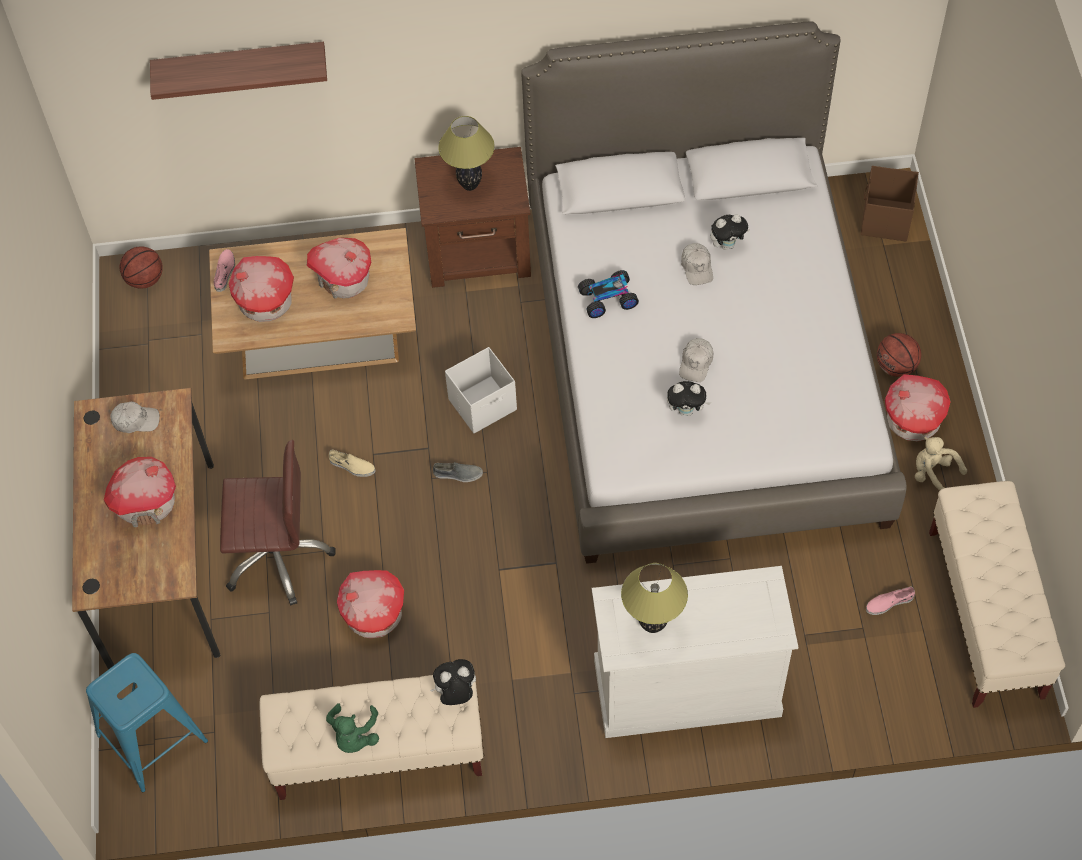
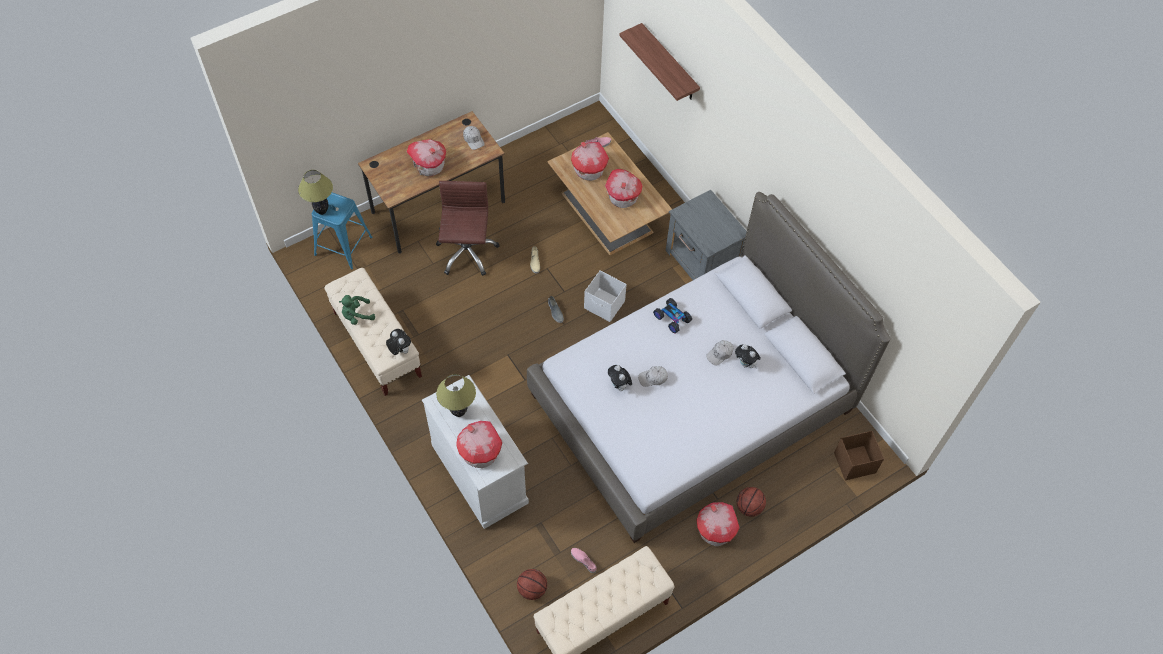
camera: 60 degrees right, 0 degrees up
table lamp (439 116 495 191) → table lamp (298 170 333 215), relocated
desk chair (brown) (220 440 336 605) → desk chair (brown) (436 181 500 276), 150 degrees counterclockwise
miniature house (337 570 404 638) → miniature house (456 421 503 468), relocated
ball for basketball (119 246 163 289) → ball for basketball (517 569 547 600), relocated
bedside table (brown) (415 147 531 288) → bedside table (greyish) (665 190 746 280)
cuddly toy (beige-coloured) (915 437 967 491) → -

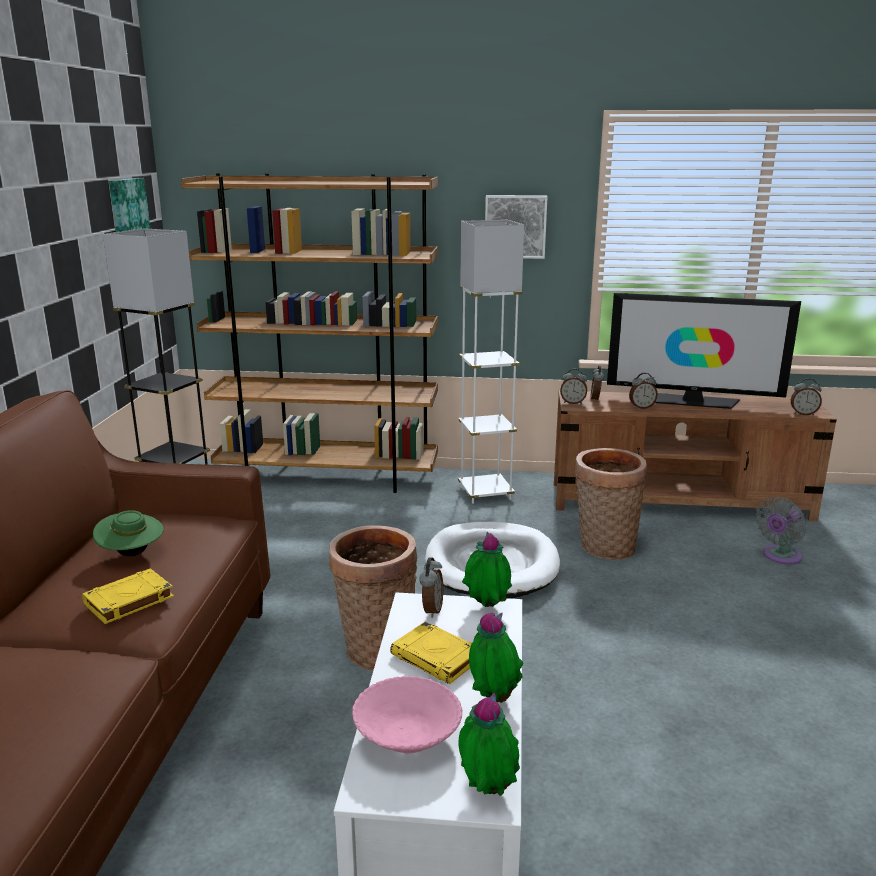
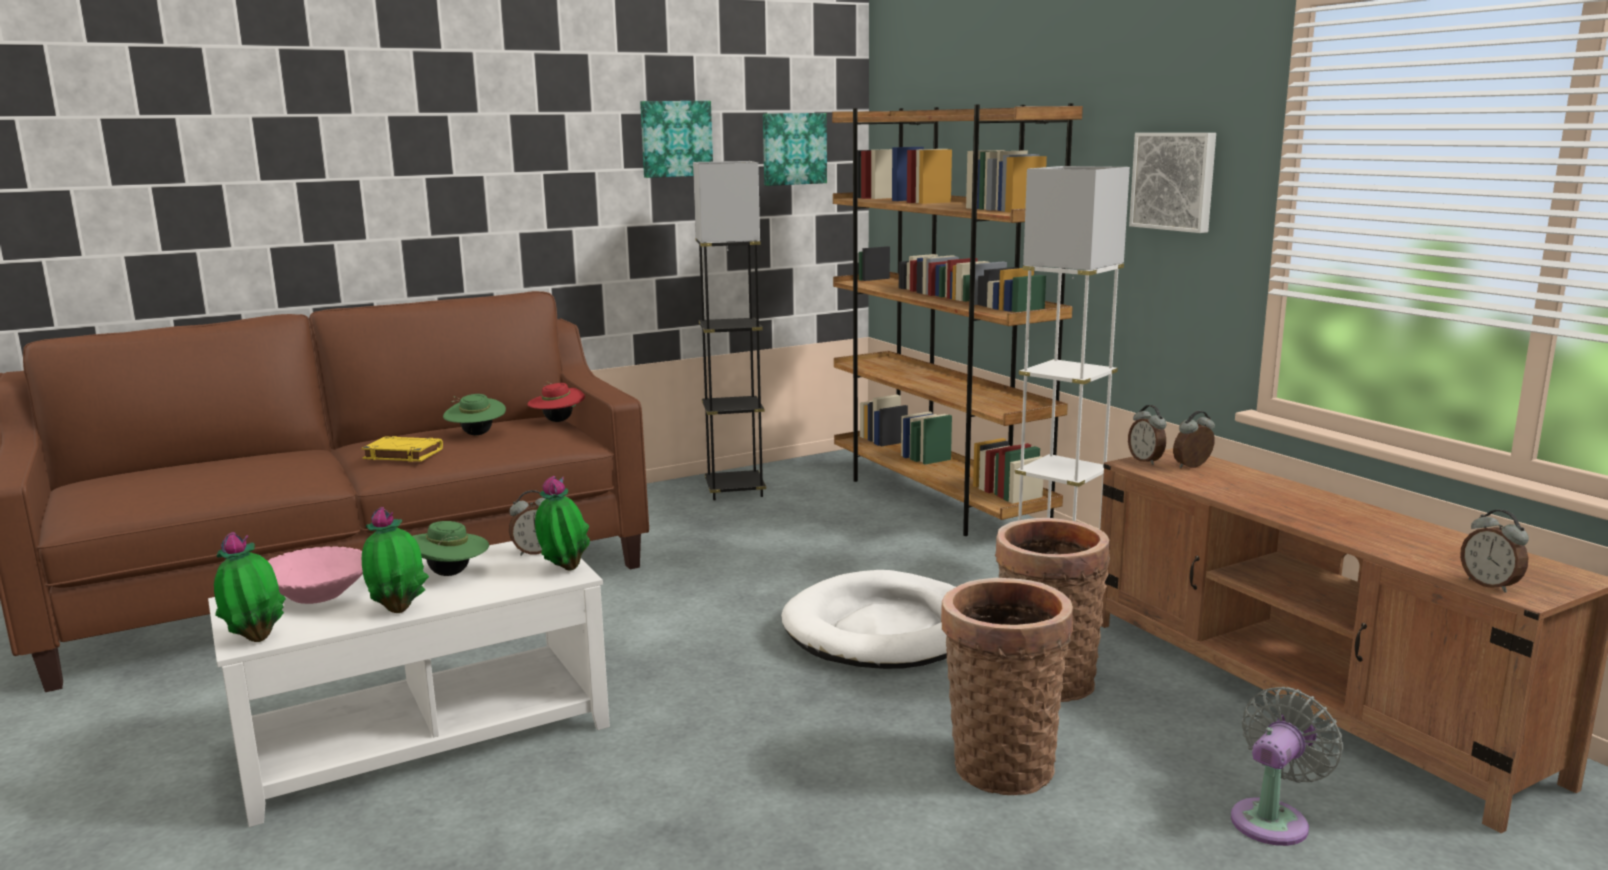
camera: 55 degrees right, 5 degrees down
bound book (yellow-coloured) (390 622 472 684) → wearable hat (greenish) (413 521 489 576)
- → wearable hat (reddish) (528 381 585 422)
- → picture (640 101 713 178)
household basket (329 525 417 671) → household basket (941 578 1073 795), relocated
fan (greyish) (756 497 806 565) → fan (greyish) (1231 687 1343 846), 120 degrees clockwise
TV (607 293 801 409) → -
alarm clock (629 373 658 409) → -

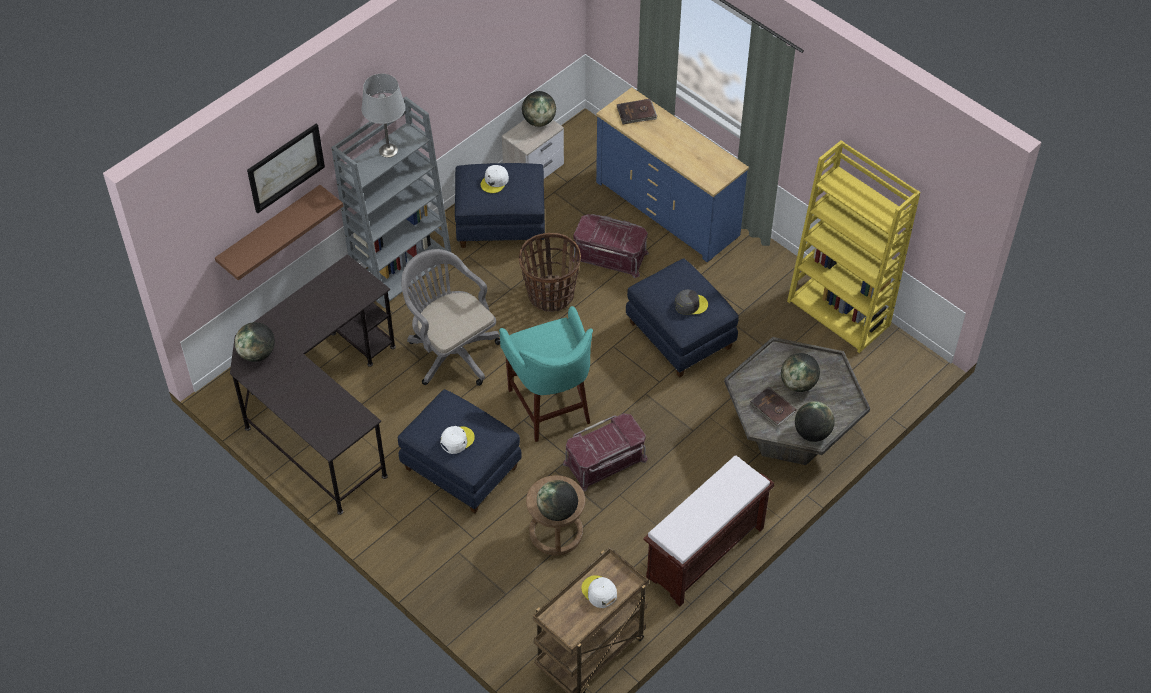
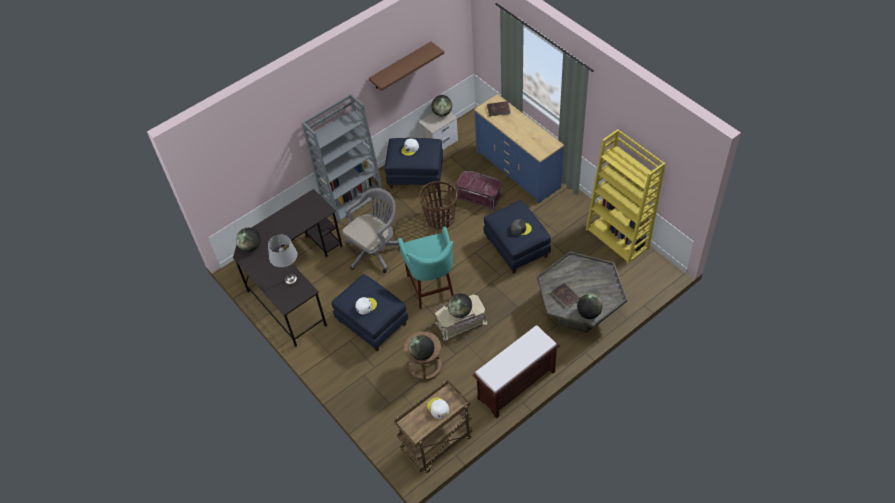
camera: 10 degrees right, 0 degrees up
table lamp (greyish) (361 74 405 158) → table lamp (greyish) (268 235 297 284), relocated
desk chair (greyish) (401 249 500 386) → desk chair (greyish) (342 188 400 273), 75 degrees clockwise
shelf (brown) (215 185 343 281) → shelf (brown) (369 41 444 91), relocated
storage bin (reddish) (563 413 648 491) → storage bin (beige-coloured) (435 294 487 342)
globe (781 353 820 392) → globe (448 293 472 318), relocated
picture (247 124 325 213) → -

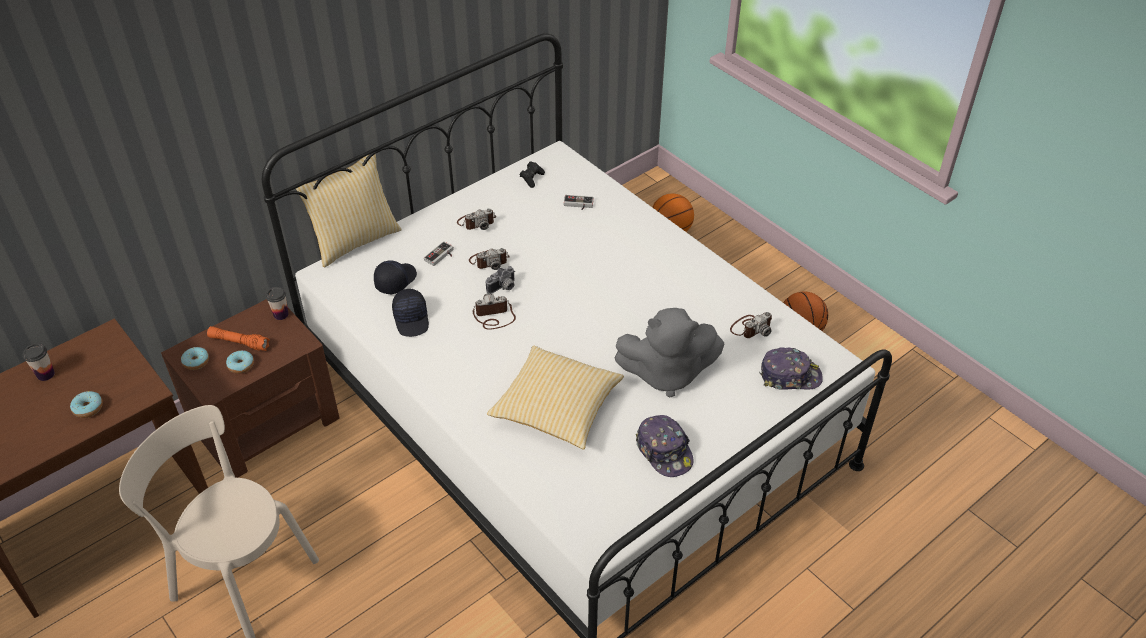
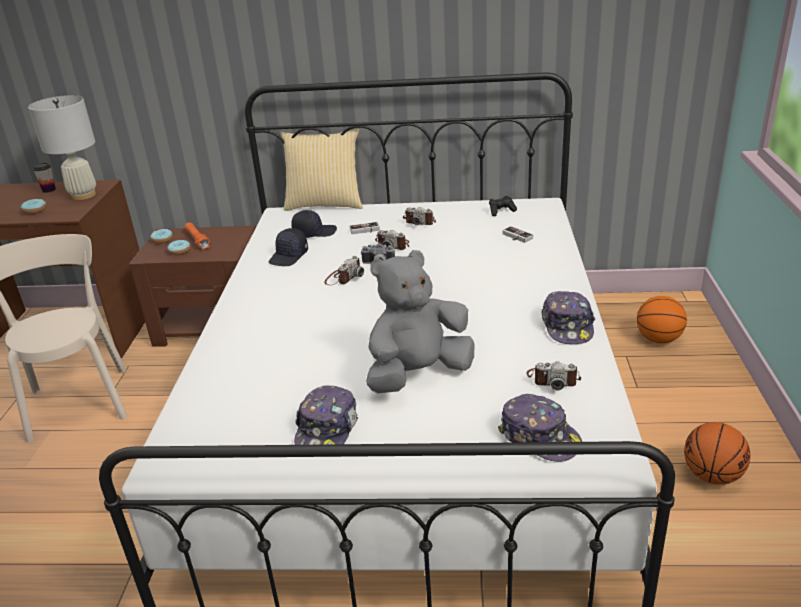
camera: 45 degrees right, 15 degrees down
- → table lamp (whitish) (28 95 96 200)
still camera (473 293 516 330) → still camera (325 256 364 285), 90 degrees clockwise
cuddly toy (greyish) (614 308 724 398) → cuddly toy (greyish) (366 250 474 393), 105 degrees clockwise
- → cap (542 291 595 344)
small cup (266 287 288 320) → -
cushion (487 346 624 450) → -

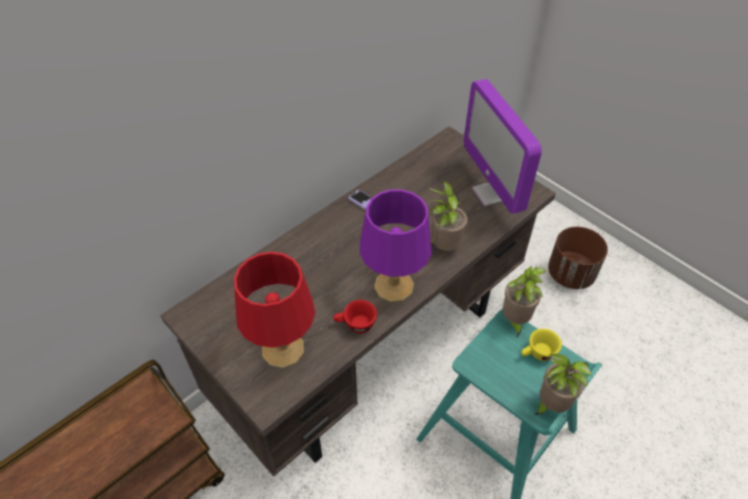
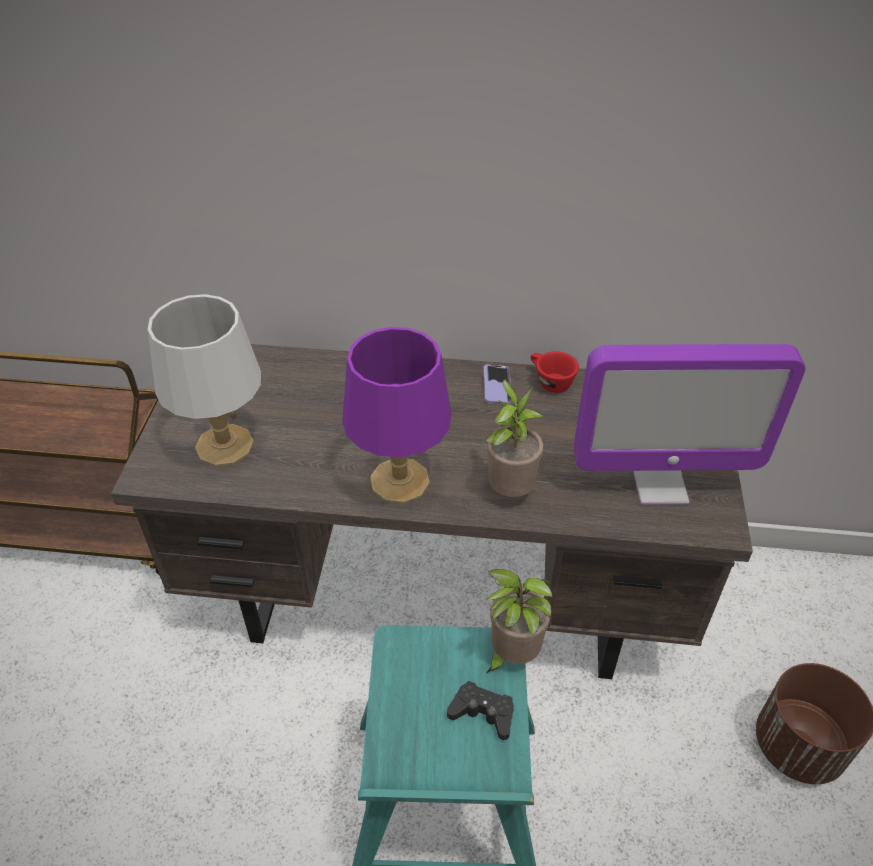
camera: 50 degrees right, 5 degrees down
table lamp (reddish) (234 252 315 368) → table lamp (whitish) (148 294 261 467)
small cup (yellow-coloured) (521 329 562 361) → game controller (blackish) (447 681 514 740)
small cup (reddish) (333 300 377 334) → small cup (reddish) (531 351 579 393), relocated
computer screen (464 79 542 214) → computer screen (574 344 806 505), 120 degrees counterclockwise
potted plant (535 354 591 415) → -

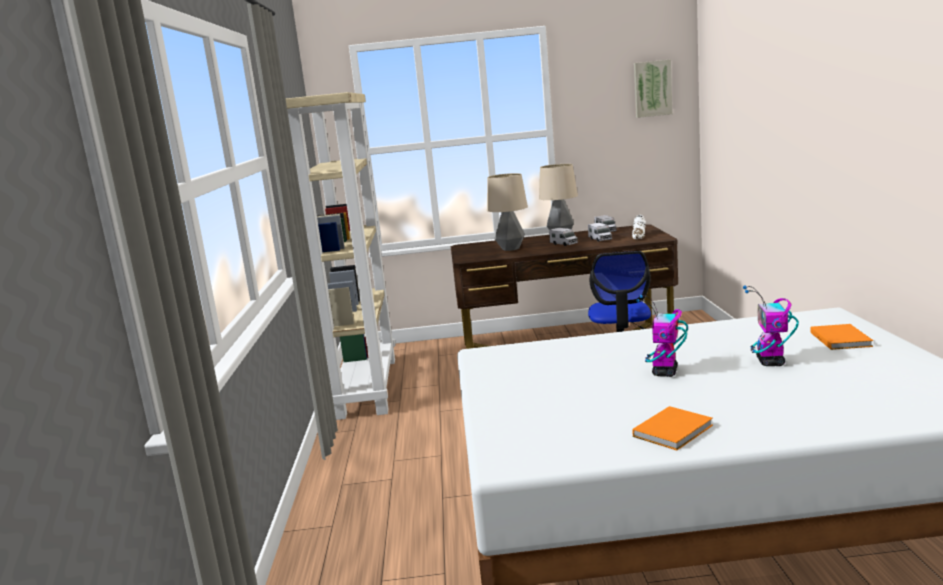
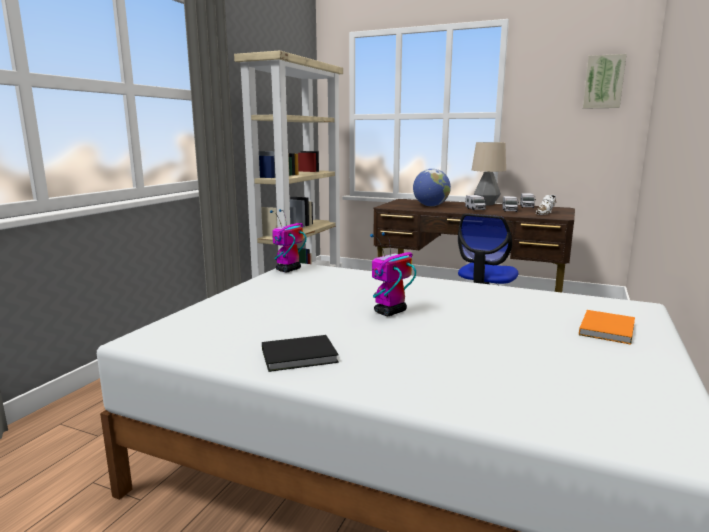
camera: 25 degrees right, 0 degrees up
bound book (orange) (632 406 713 451) → bound book (blackish) (262 335 339 372)
robot figure (743 286 799 366) → robot figure (270 209 306 273), relocated
table lamp (487 173 528 251) → globe (413 169 451 206)

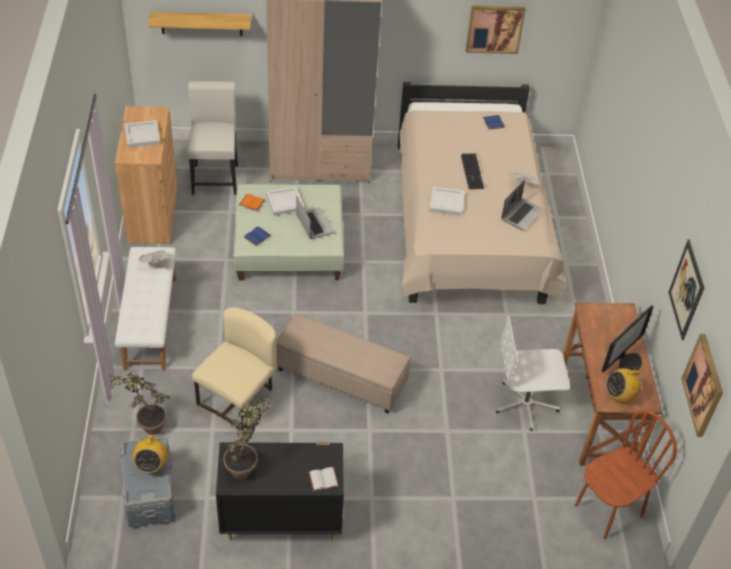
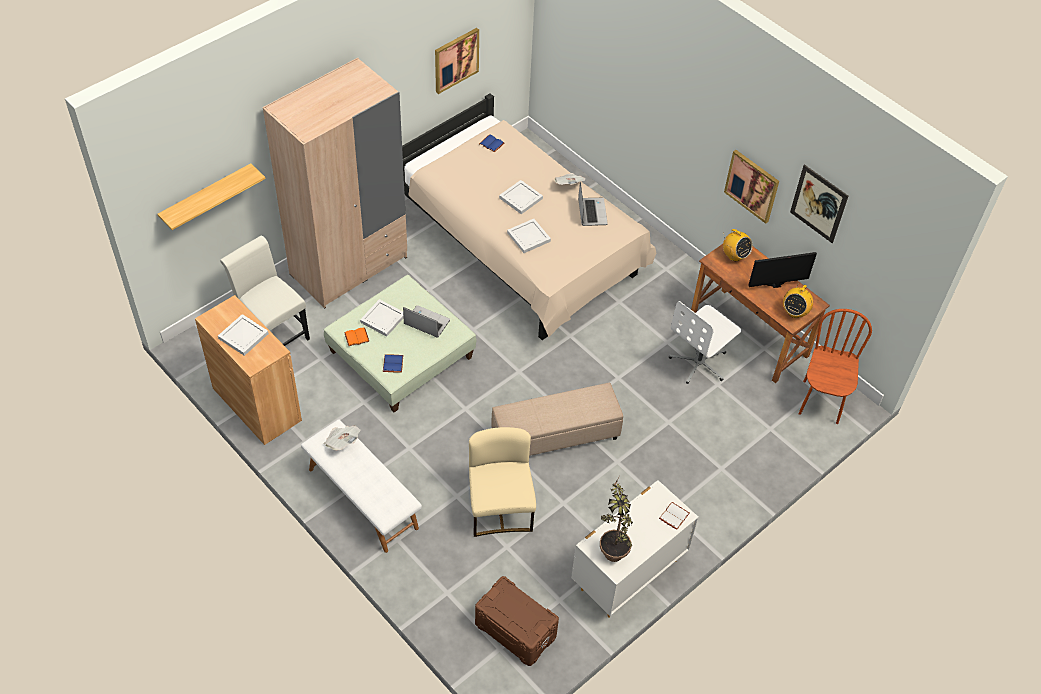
camera: 40 degrees left, 5 degrees up
storage bin (greyish) (121 437 176 528) → storage bin (brown) (475 576 559 666)
computer keyboard (461 153 484 189) → serving tray (whitish) (499 180 543 214)
drawer chest (blackish) (216 442 344 541) → drawer chest (whitish) (571 480 698 618)
radio set (132 435 168 473) → radio set (723 229 753 261), relocated
picture (681 334 723 437) → picture (724 150 779 224), relocated
computer screen (602 305 654 373) → computer screen (748 252 817 288), 105 degrees counterclockwise
potted plant (108 372 169 435) → -

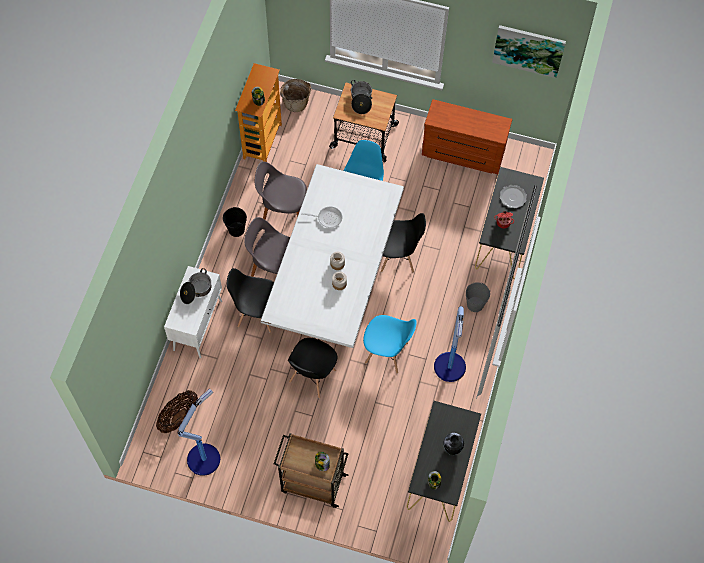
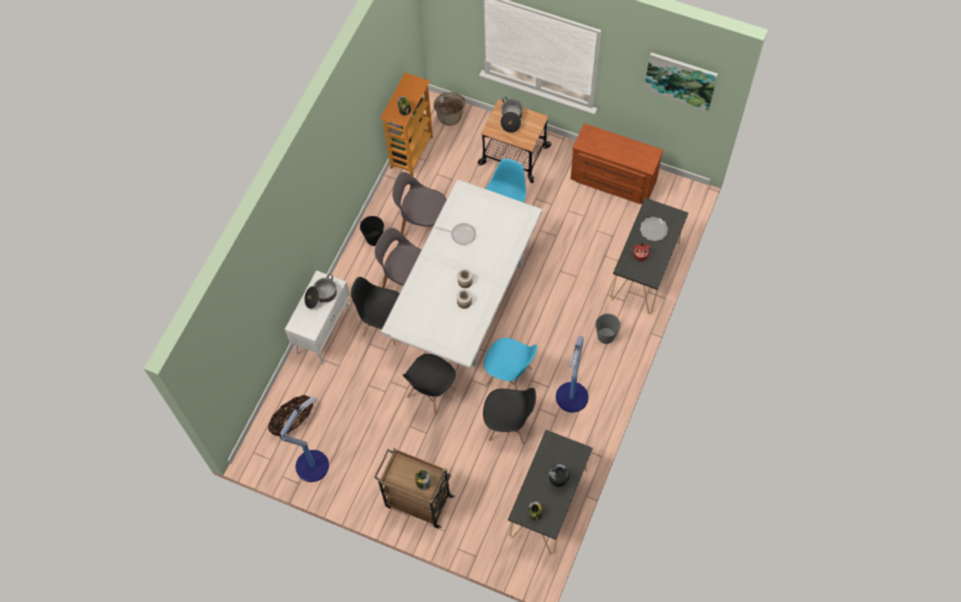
camera: 10 degrees right, 0 degrees up
chair (blackish) (381 213 426 273) → chair (blackish) (483 388 536 445), relocated

